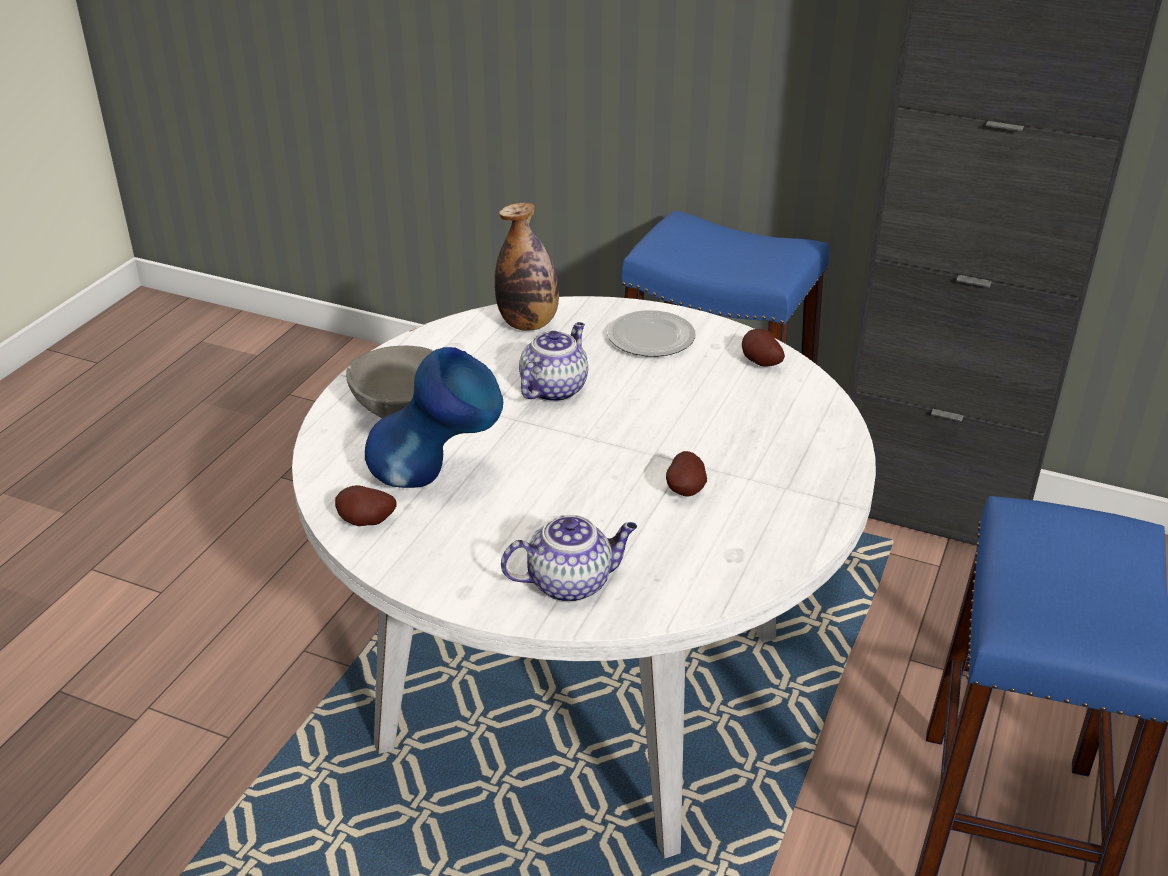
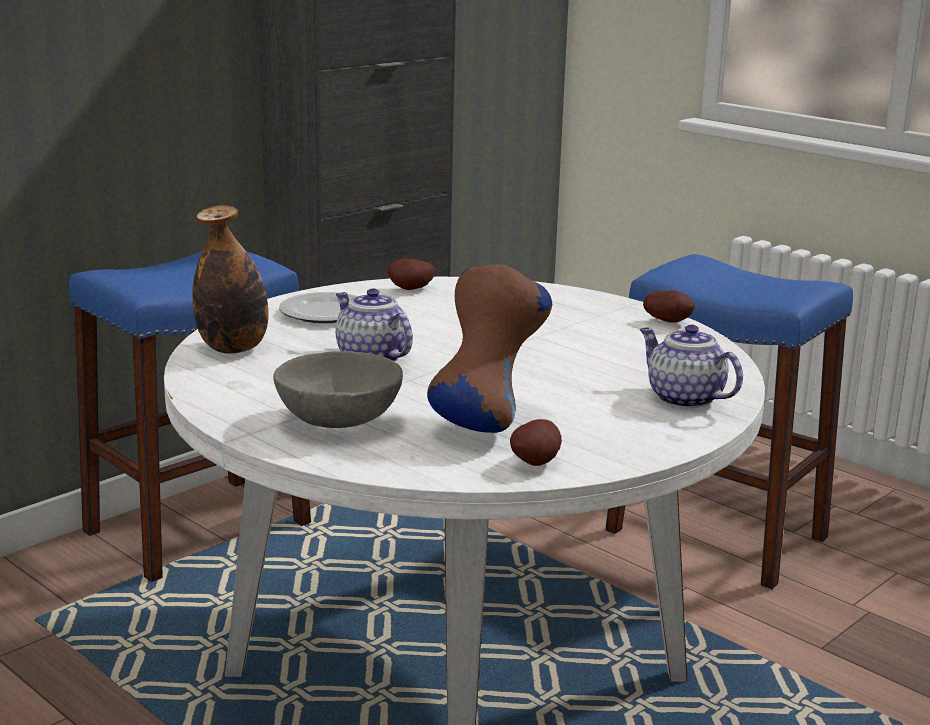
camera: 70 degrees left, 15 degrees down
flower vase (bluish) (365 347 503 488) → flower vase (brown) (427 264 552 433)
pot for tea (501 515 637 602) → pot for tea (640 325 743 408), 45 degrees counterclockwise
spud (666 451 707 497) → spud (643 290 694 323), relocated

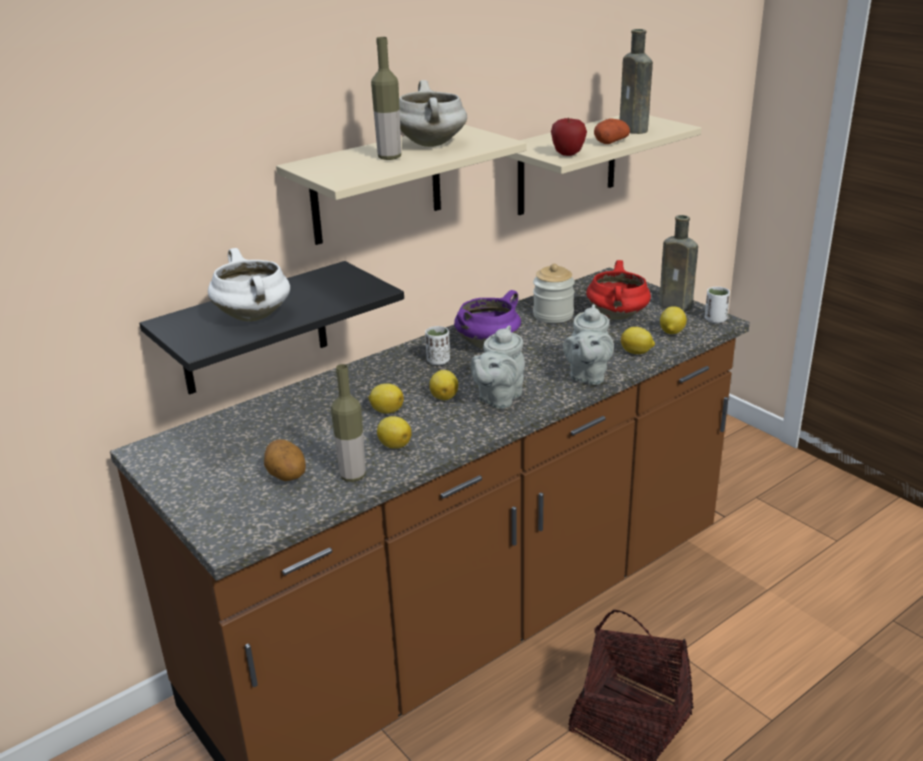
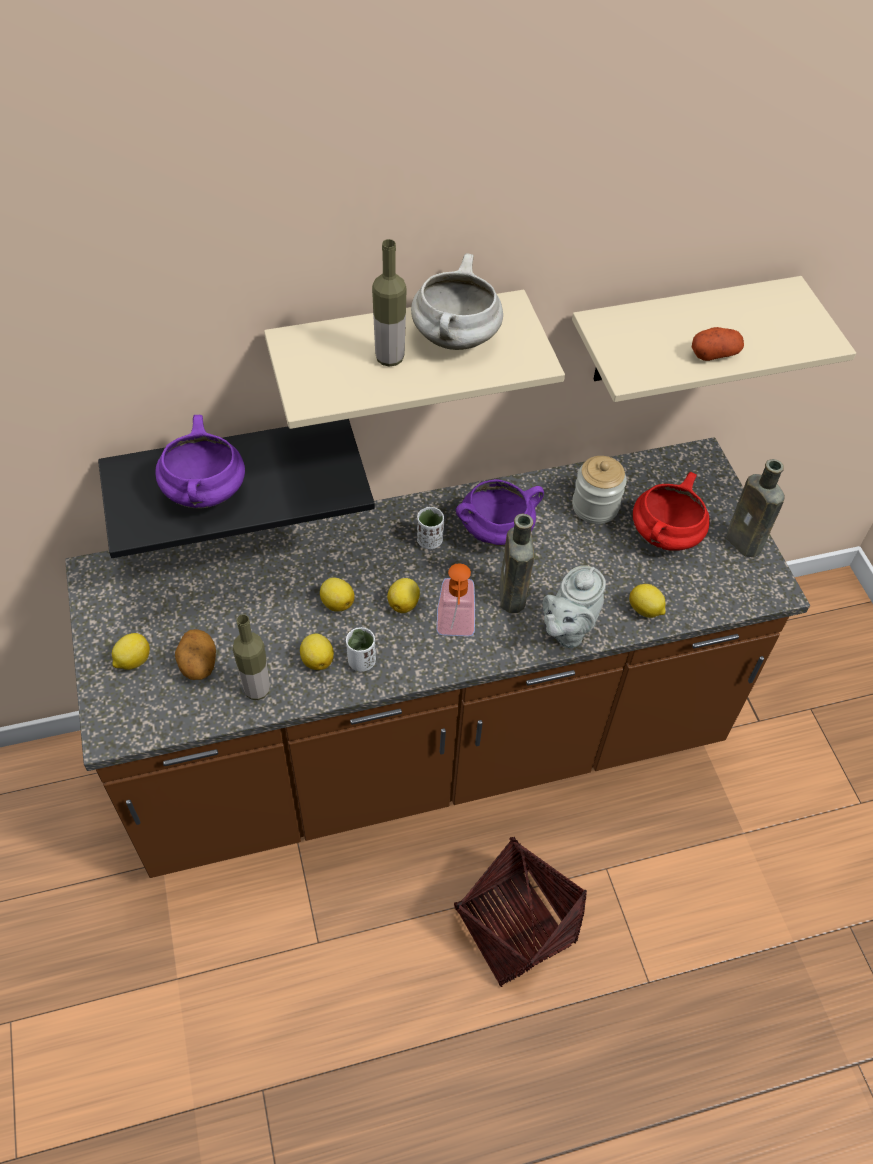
camera: 20 degrees right, 25 degrees up
whole lemon (660 306 687 334) → whole lemon (112 633 150 670), relocated
saucepot (whitish) (208 248 290 321) → saucepot (purple) (155 415 245 508)
small cup (whitish) (705 287 730 323) → small cup (whitish) (346 627 376 672), relocated
pot for tea (greyish) (471 325 525 409) → liquid soap bottle (436 563 475 636)
drink bottle (brown) (620 29 653 134) → drink bottle (brown) (499 514 534 613), relocated
apple fruit (551 117 587 156) → -

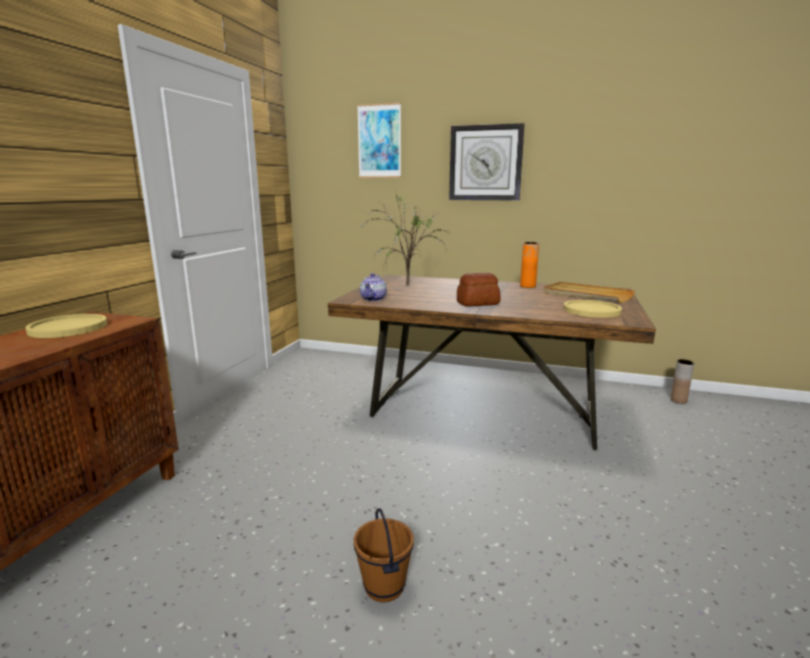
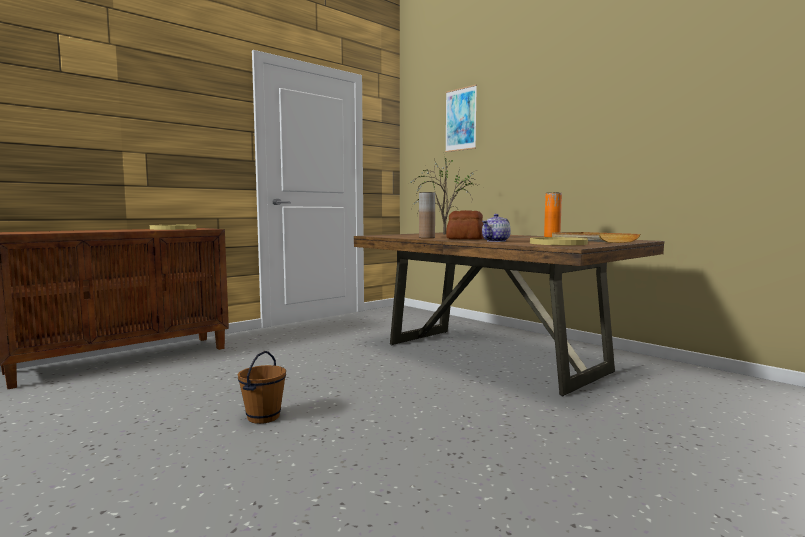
camera: 30 degrees right, 10 degrees down
flower vase (brown) (671 359 694 404) → flower vase (brown) (419 192 435 238), relocated
pot for tea (360 273 387 301) → pot for tea (482 214 511 242), relocated
clock on the wall (449 123 525 201) → -

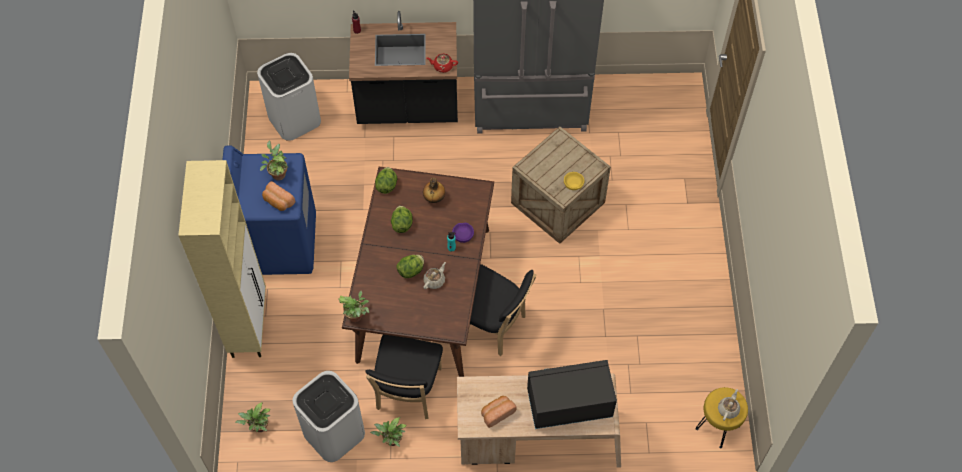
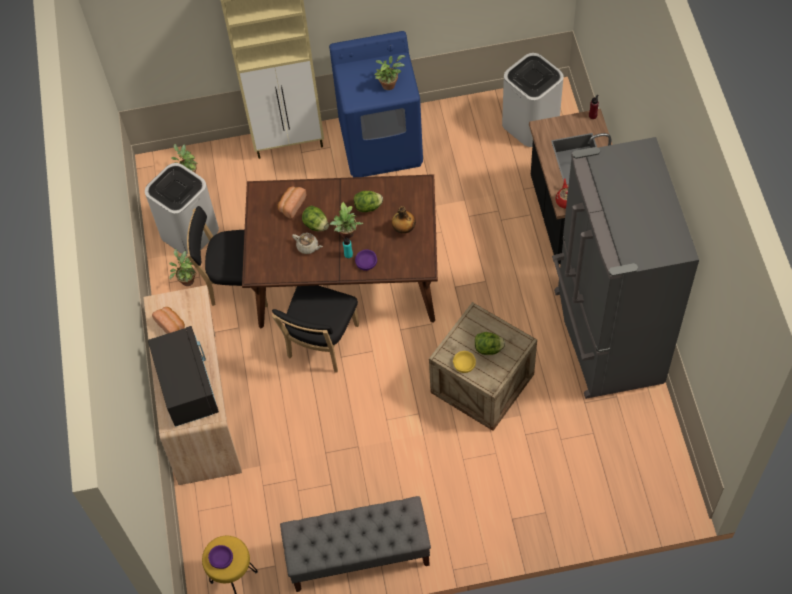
camera: 85 degrees right, 0 degrees up
pot for tea (beige-coloured) (718 389 740 421) → deep dish (purple) (208 545 233 569)
bread (262 181 295 211) → bread (278 186 307 219), relocated
- → bench (greyish) (280 496 431 592)
potted plant (339 291 369 322) → potted plant (329 202 363 238), relocated
head of lettuce (375 167 397 194) → head of lettuce (475 332 505 355), relocated

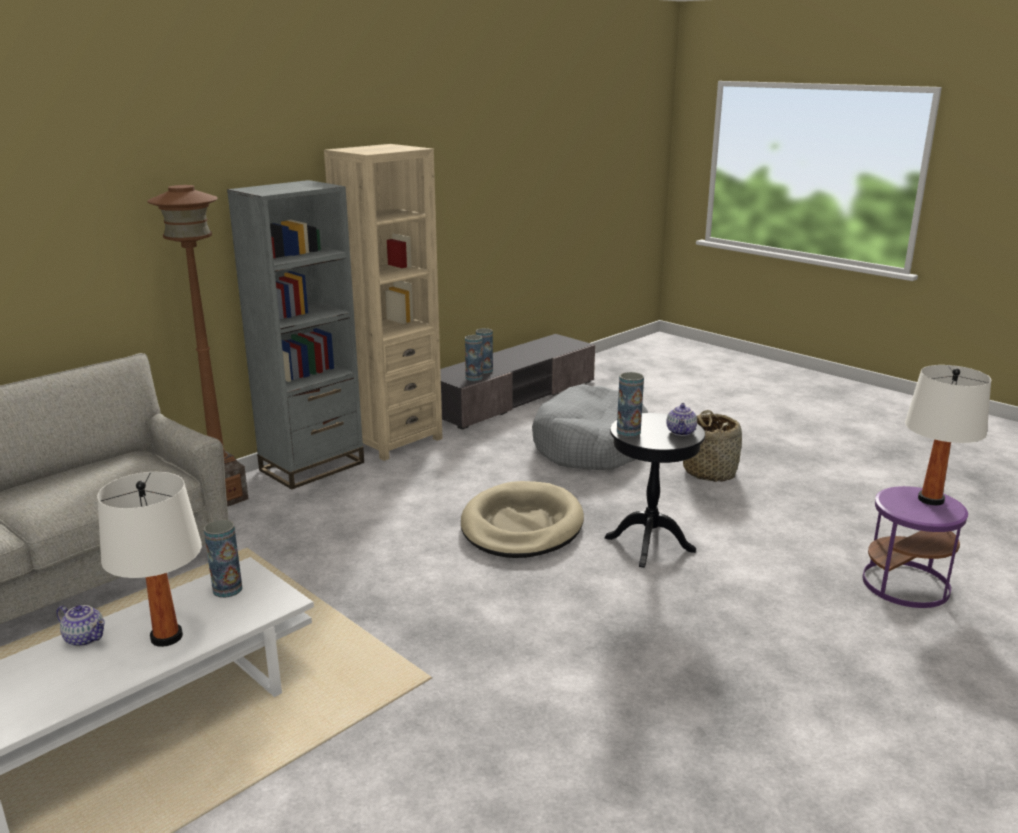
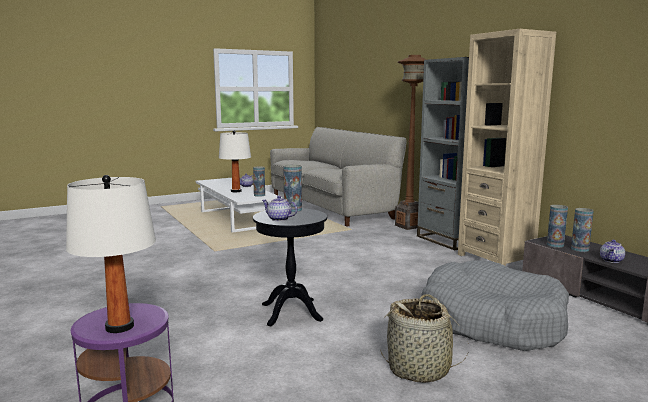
camera: 105 degrees right, 10 degrees down
- → pot for tea (600 240 625 263)
pet bed (beige-coloured) (461 481 584 558) → -

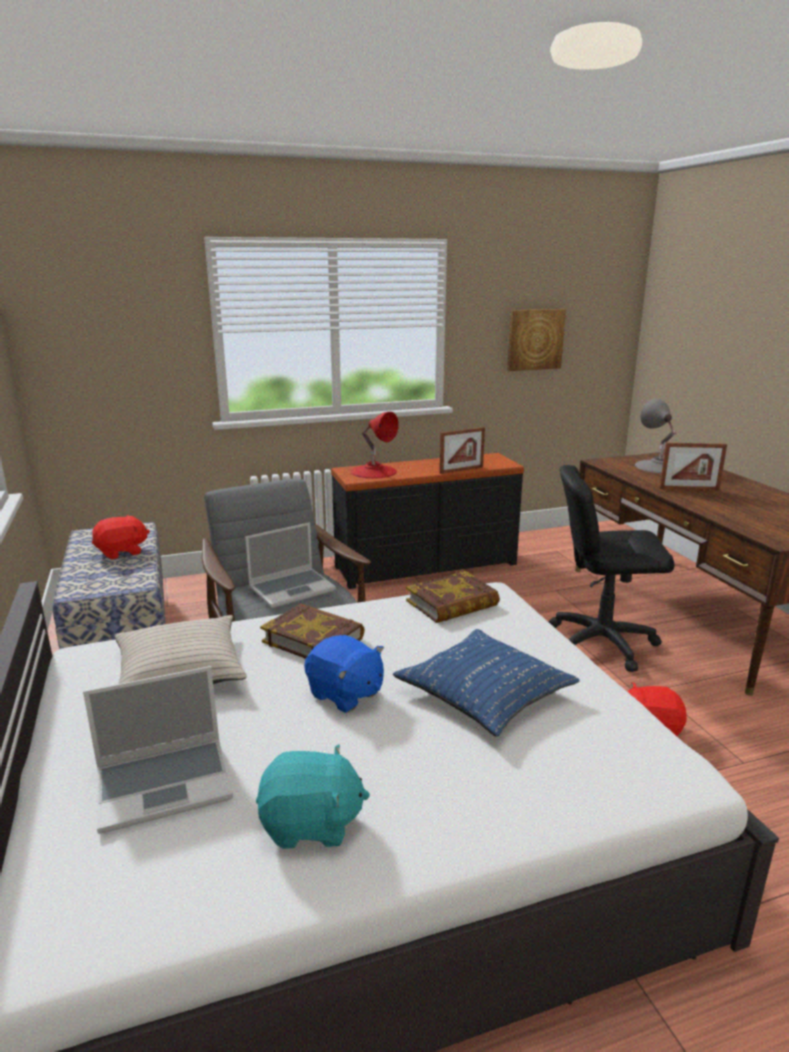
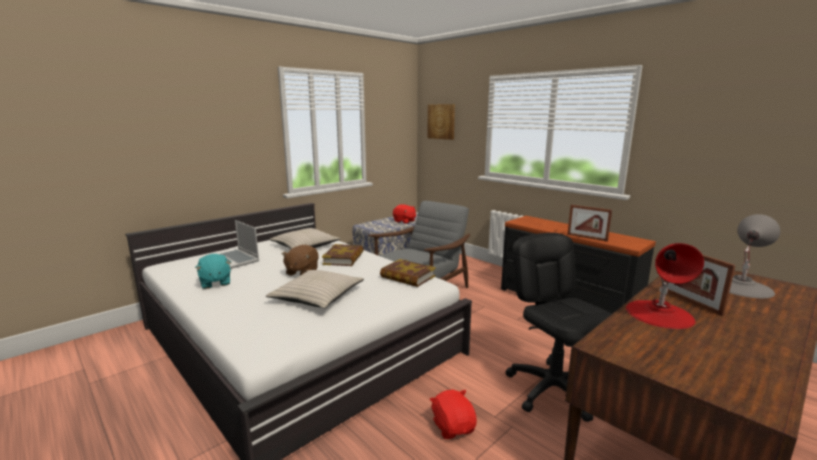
camera: 65 degrees right, 5 degrees down
cushion (bluish) (393 629 580 736) → cushion (beige-coloured) (266 270 364 308)
cuddly toy (bluish) (304 635 384 713) → cuddly toy (brown) (282 245 319 276)
picture (507 309 566 371) → picture (427 104 455 140), relocated
table lamp (reddish) (351 412 399 479) → table lamp (reddish) (626 243 704 329), relocated
laptop (245 522 336 608) → -

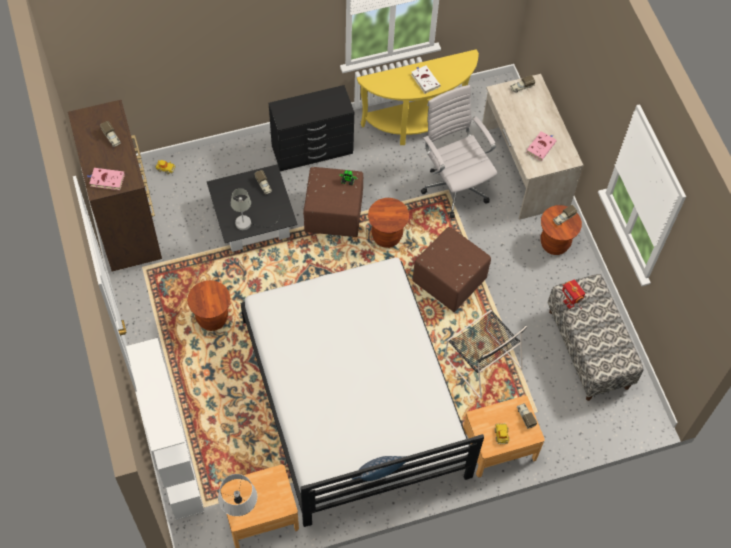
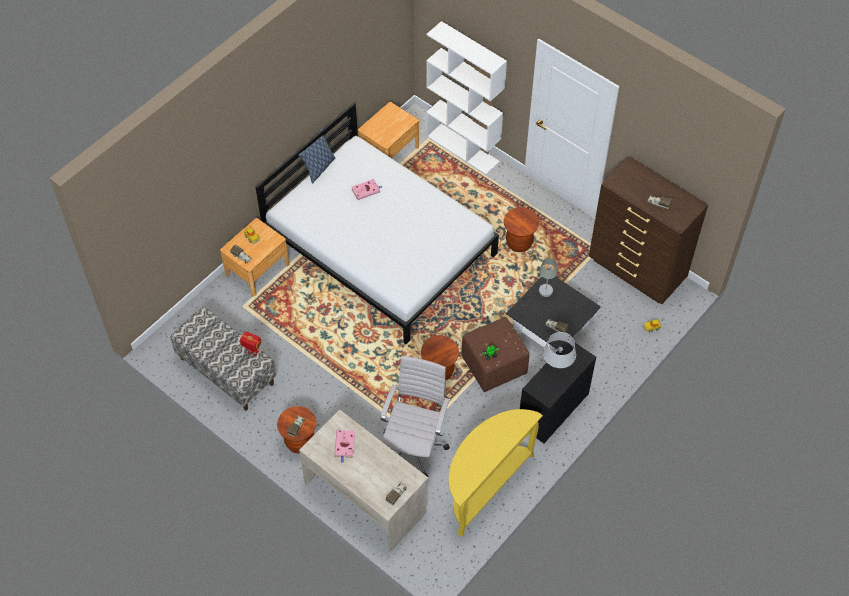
camera: 150 degrees right, 5 degrees down
bound book (pink) (87 168 125 190) → bound book (pink) (352 179 382 200), relocated
desk chair (whitish) (421 85 497 218) → desk chair (whitish) (380 356 450 477), 105 degrees counterclockwise
table lamp (greyish) (218 474 257 516) → table lamp (greyish) (543 332 576 368), relocated
bound book (whitish) (411 65 441 94) → -
pouffe (brown) (412 227 491 312) → -
chair (blackish) (445 310 527 398) → -

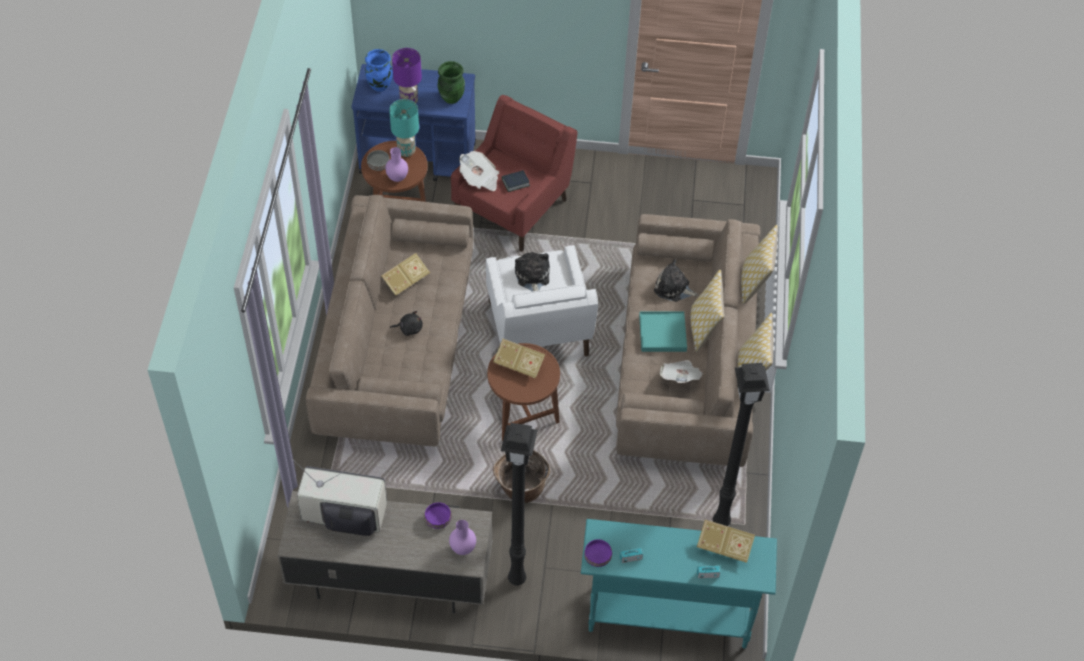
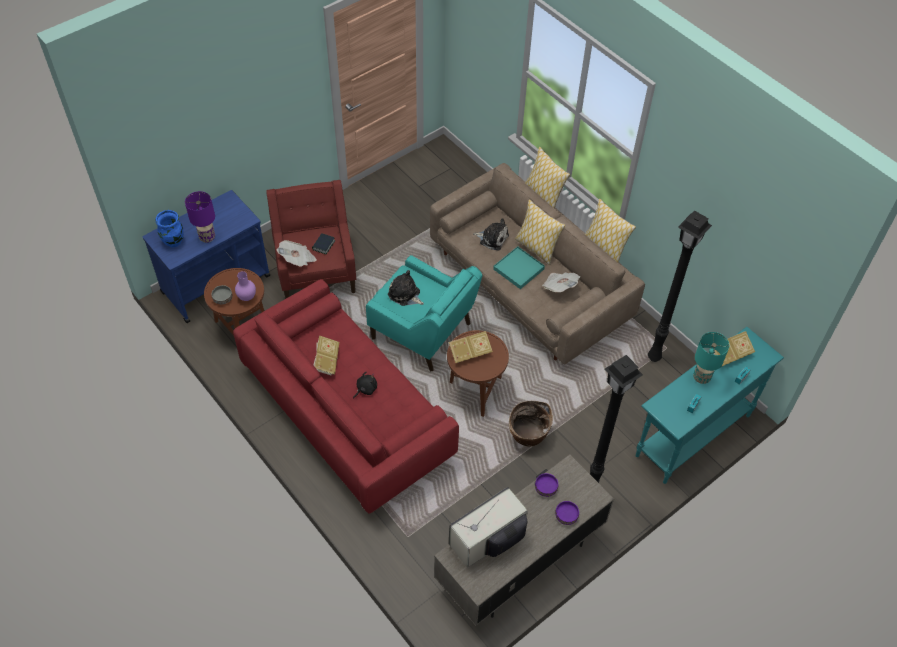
camera: 45 degrees left, 0 degrees up
sofa (beige-coloured) (306 195 473 447) → sofa (reddish) (233 279 459 514)
lounge chair (whitish) (486 245 598 356) → lounge chair (blue-green) (366 255 482 371)
cuddly toy (654 259 698 302) → cuddly toy (473 218 509 250), 135 degrees counterclockwise
deep dish (purple) (584 539 612 567) → deep dish (purple) (555 501 579 525), relocated
table lamp (blue-green) (389 99 419 157) → table lamp (blue-green) (693 332 729 384), relocated
flower vase (greenish) (437 61 465 104) → -
flower vase (purple) (449 520 476 555) → -

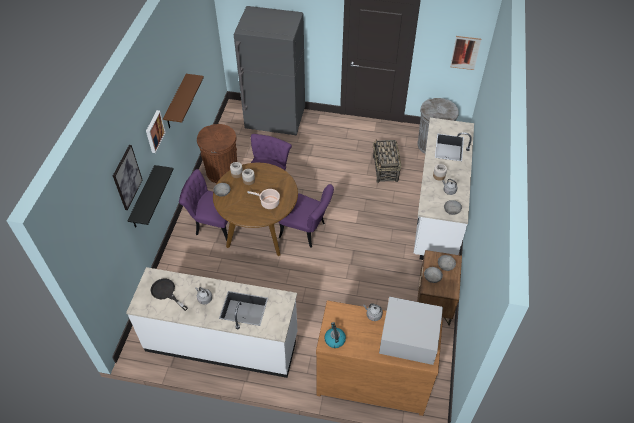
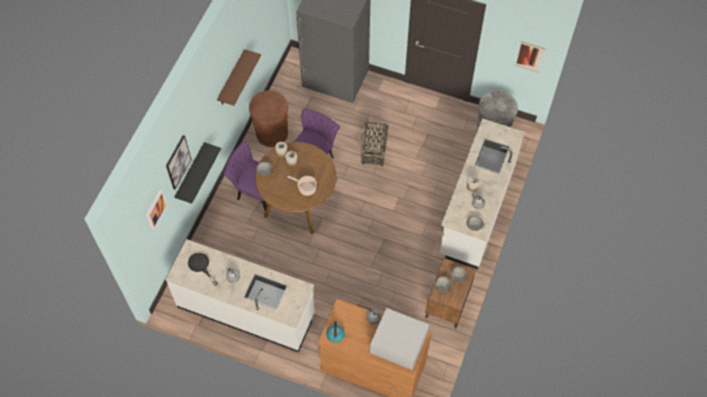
camera: 10 degrees right, 10 degrees up
picture (146 110 166 153) → picture (146 190 167 229), relocated
household basket (373 139 401 183) → household basket (361 120 389 167), relocated
chair (purple) (278 184 334 248) → -

